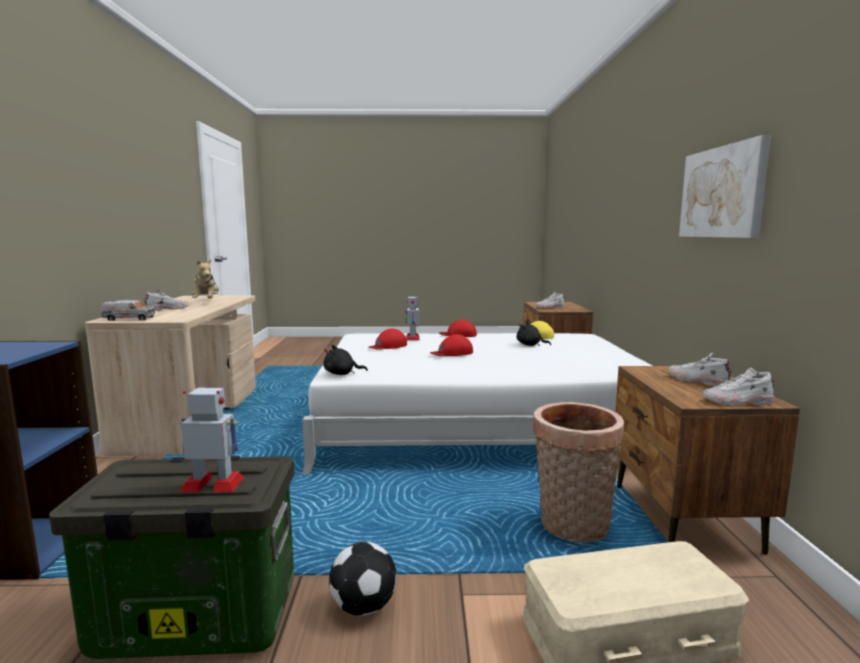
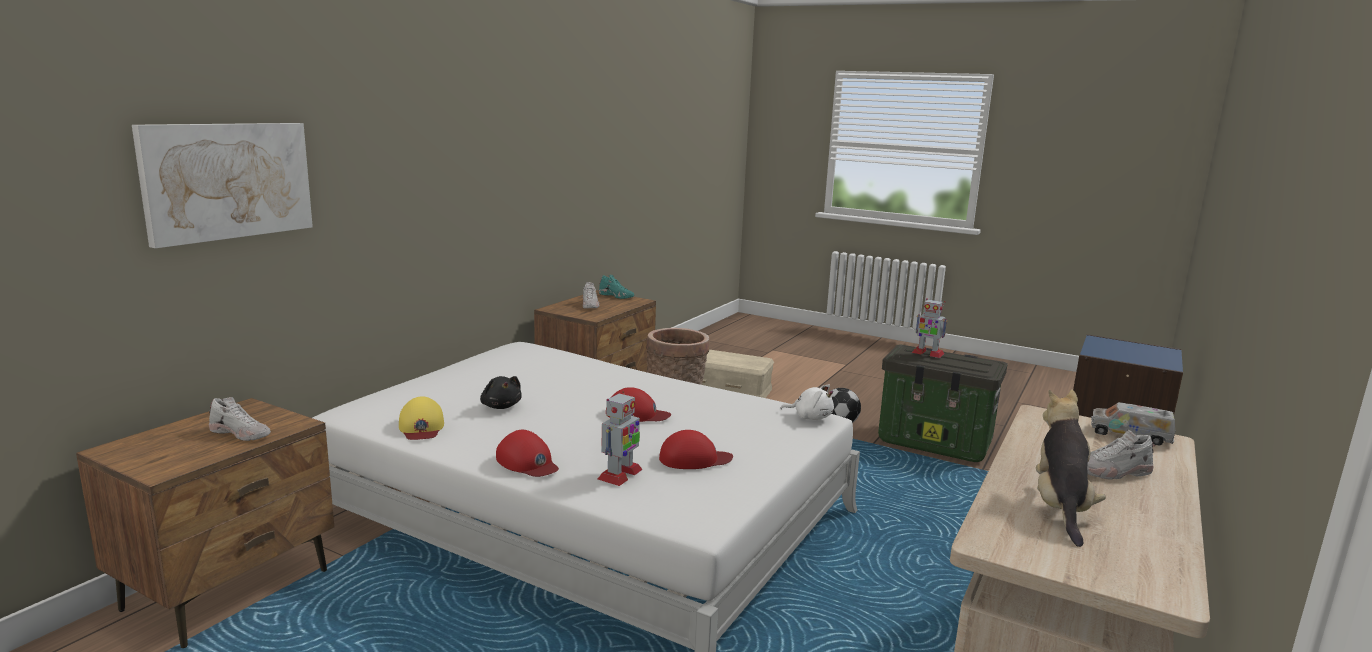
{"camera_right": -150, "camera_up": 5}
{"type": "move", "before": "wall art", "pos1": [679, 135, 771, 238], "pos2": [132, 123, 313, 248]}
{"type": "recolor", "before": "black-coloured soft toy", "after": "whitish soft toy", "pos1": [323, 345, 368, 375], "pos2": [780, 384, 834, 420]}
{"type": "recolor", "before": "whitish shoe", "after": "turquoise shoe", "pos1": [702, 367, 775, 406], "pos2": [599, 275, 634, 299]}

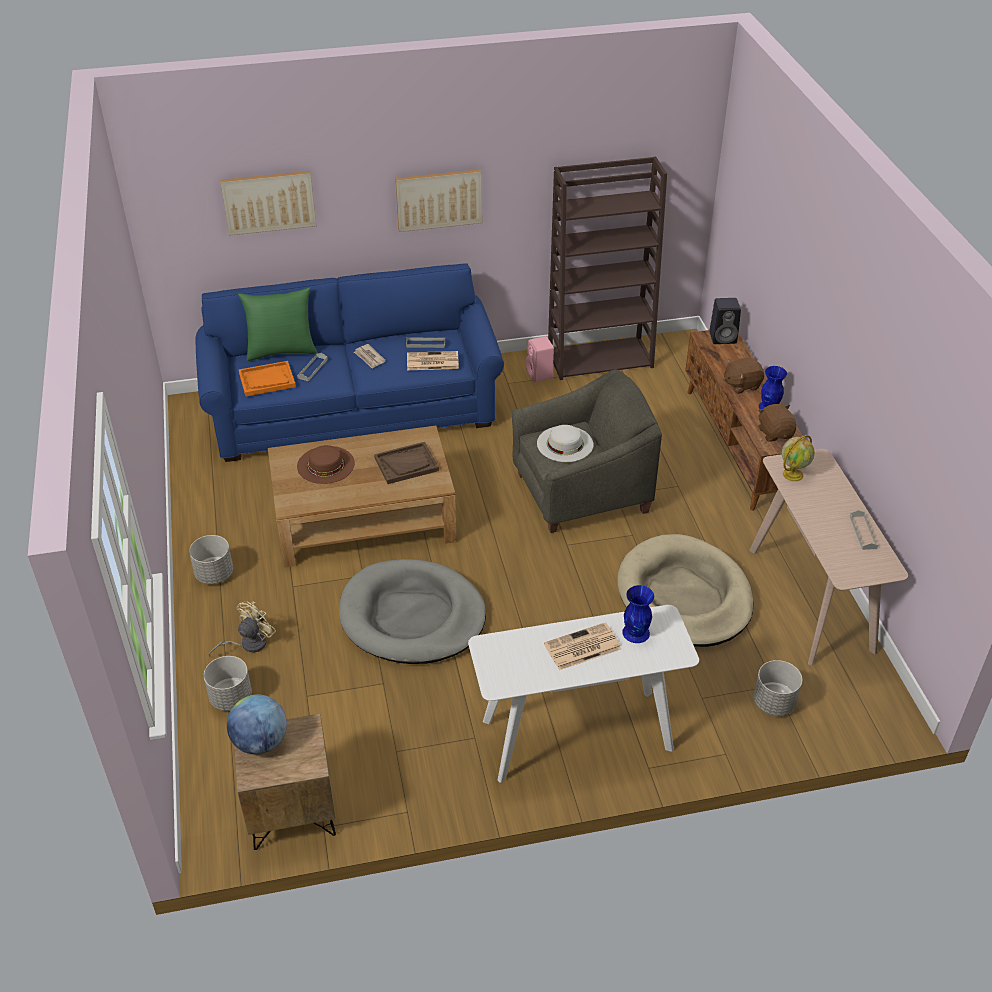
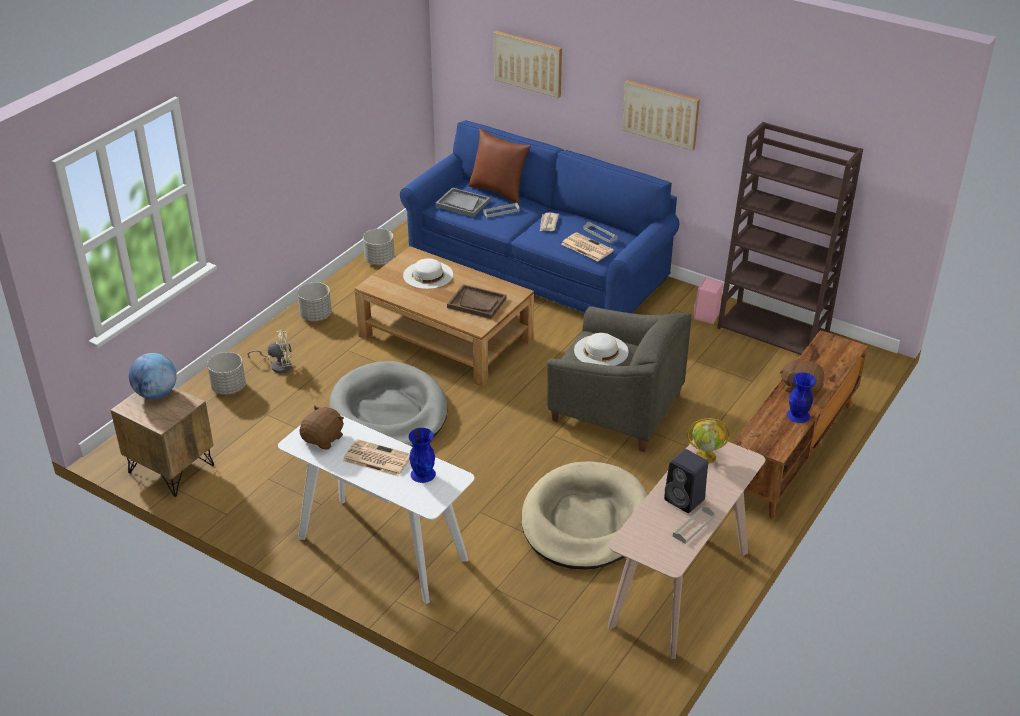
{"camera_right": 45, "camera_up": -5}
{"type": "recolor", "before": "green throw pillow", "after": "brownish throw pillow", "pos1": [238, 287, 318, 361], "pos2": [468, 128, 531, 204]}
{"type": "move", "before": "black-coloured loudspeaker", "pos1": [709, 298, 741, 344], "pos2": [664, 449, 708, 513]}
{"type": "recolor", "before": "orange-coloured carrying tray", "after": "gray carrying tray", "pos1": [239, 361, 296, 397], "pos2": [435, 188, 490, 217]}
{"type": "move", "before": "brownish soft toy", "pos1": [758, 404, 796, 441], "pos2": [299, 405, 344, 450]}
{"type": "recolor", "before": "brownish clothing hat", "after": "whitish clothing hat", "pos1": [297, 445, 355, 484], "pos2": [403, 258, 453, 289]}
{"type": "move", "before": "gray plant pot", "pos1": [754, 660, 802, 716], "pos2": [363, 229, 395, 265]}

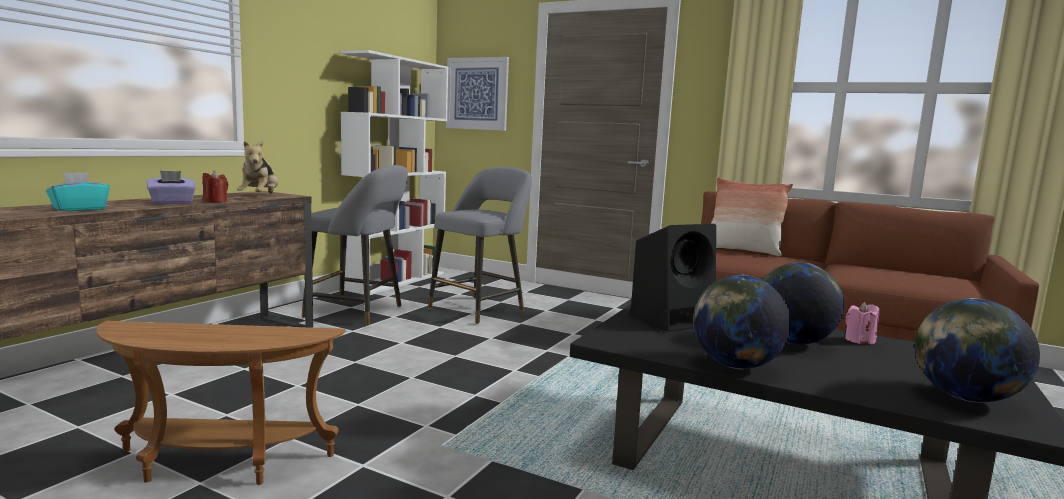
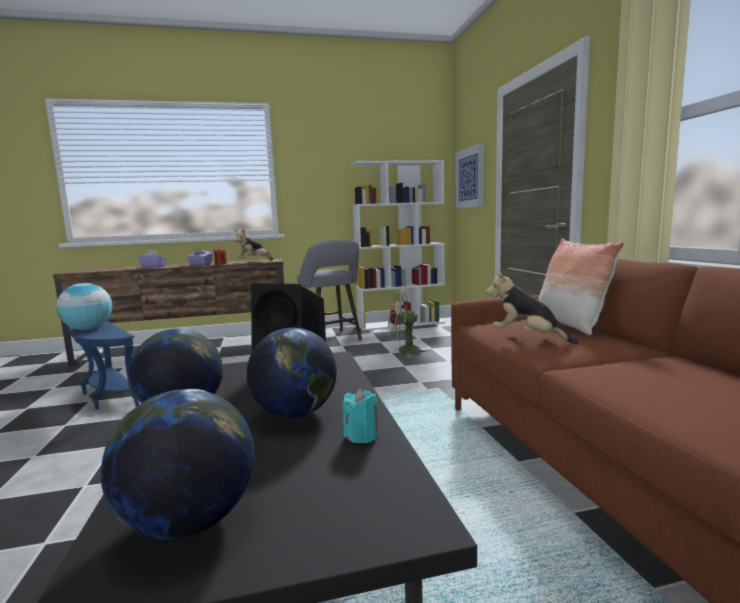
{"camera_right": 50, "camera_up": 0}
{"type": "replace", "before": "gray stool", "after": "green cooling fan", "pos1": [428, 167, 532, 324], "pos2": [388, 292, 427, 356]}
{"type": "recolor", "before": "turquoise box of tissues", "after": "purple box of tissues", "pos1": [46, 172, 110, 211], "pos2": [138, 250, 166, 268]}
{"type": "recolor", "before": "pink candle", "after": "turquoise candle", "pos1": [845, 302, 880, 344], "pos2": [342, 388, 378, 443]}
{"type": "recolor", "before": "brownish accent table", "after": "blue accent table", "pos1": [96, 321, 346, 485], "pos2": [68, 321, 139, 410]}
{"type": "insert", "after": "soft toy", "pos2": [486, 272, 579, 344]}
{"type": "insert", "after": "world globe", "pos2": [56, 283, 113, 330]}

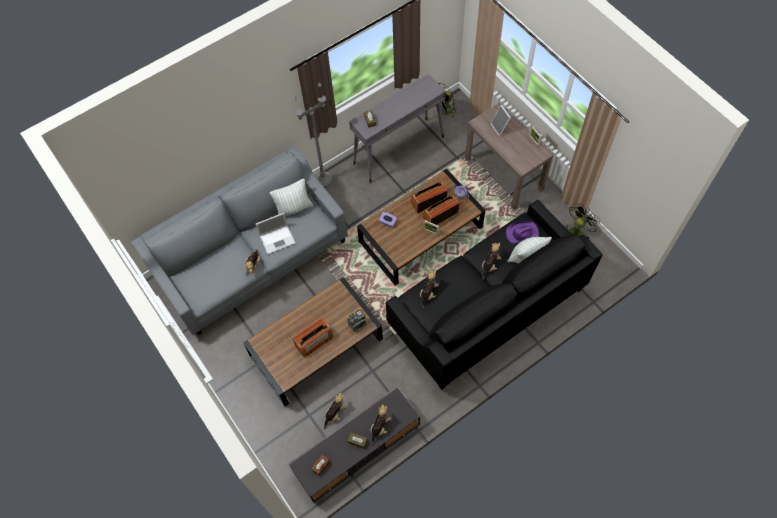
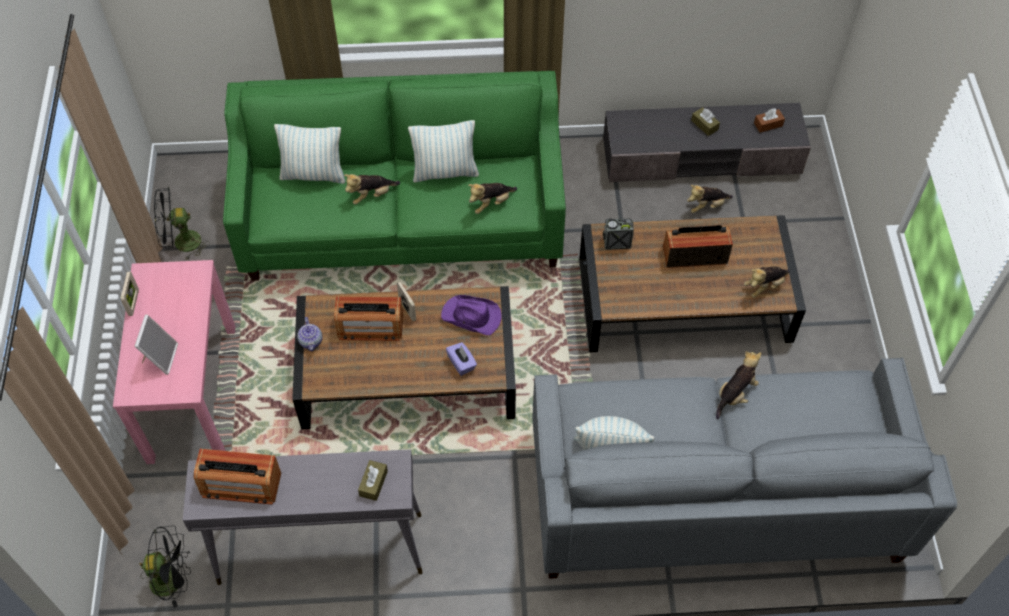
{"camera_right": -150, "camera_up": -5}
{"type": "delete", "before": "gray standing lamp", "pos1": [294, 82, 333, 188]}
{"type": "recolor", "before": "brownish narrow table", "after": "pink narrow table", "pos1": [465, 103, 553, 210], "pos2": [113, 260, 235, 464]}
{"type": "move", "before": "radio set", "pos1": [411, 182, 448, 213], "pos2": [194, 449, 281, 505]}
{"type": "recolor", "before": "black-coloured settee", "after": "green settee", "pos1": [386, 200, 602, 390], "pos2": [223, 71, 566, 281]}
{"type": "delete", "before": "portable computer", "pos1": [256, 213, 295, 254]}
{"type": "move", "before": "purple clothing hat", "pos1": [506, 221, 539, 244], "pos2": [441, 295, 502, 335]}
{"type": "move", "before": "soft toy", "pos1": [371, 405, 391, 446], "pos2": [744, 266, 790, 298]}
{"type": "insert", "after": "throw pillow", "pos2": [408, 120, 479, 183]}

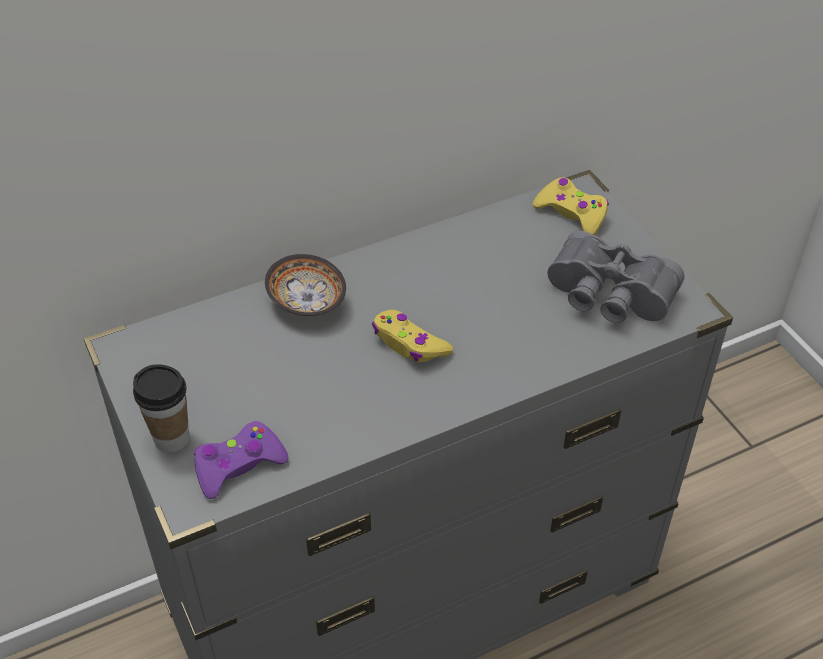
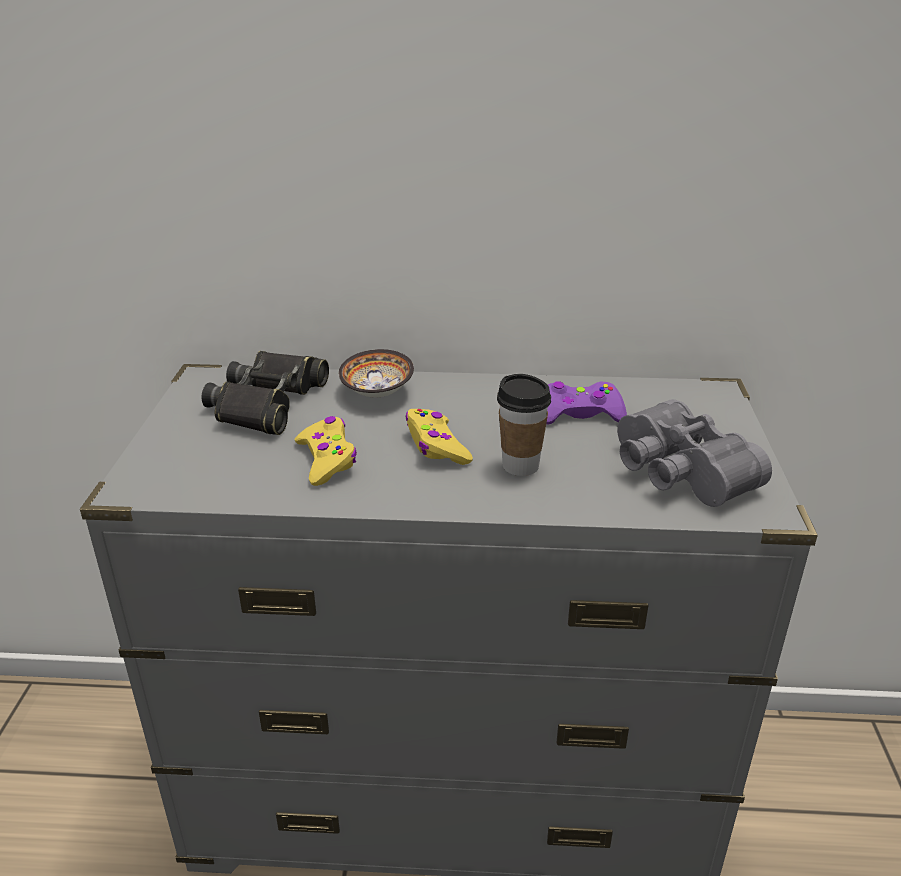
{"camera_right": 30, "camera_up": -15}
{"type": "move", "before": "yellow joypad", "pos1": [533, 177, 609, 235], "pos2": [295, 416, 357, 486]}
{"type": "move", "before": "cup", "pos1": [133, 364, 189, 452], "pos2": [497, 374, 551, 476]}
{"type": "move", "before": "purple joypad", "pos1": [194, 421, 289, 499], "pos2": [546, 381, 627, 424]}
{"type": "insert", "after": "black-coloured binoculars", "pos2": [202, 351, 329, 435]}

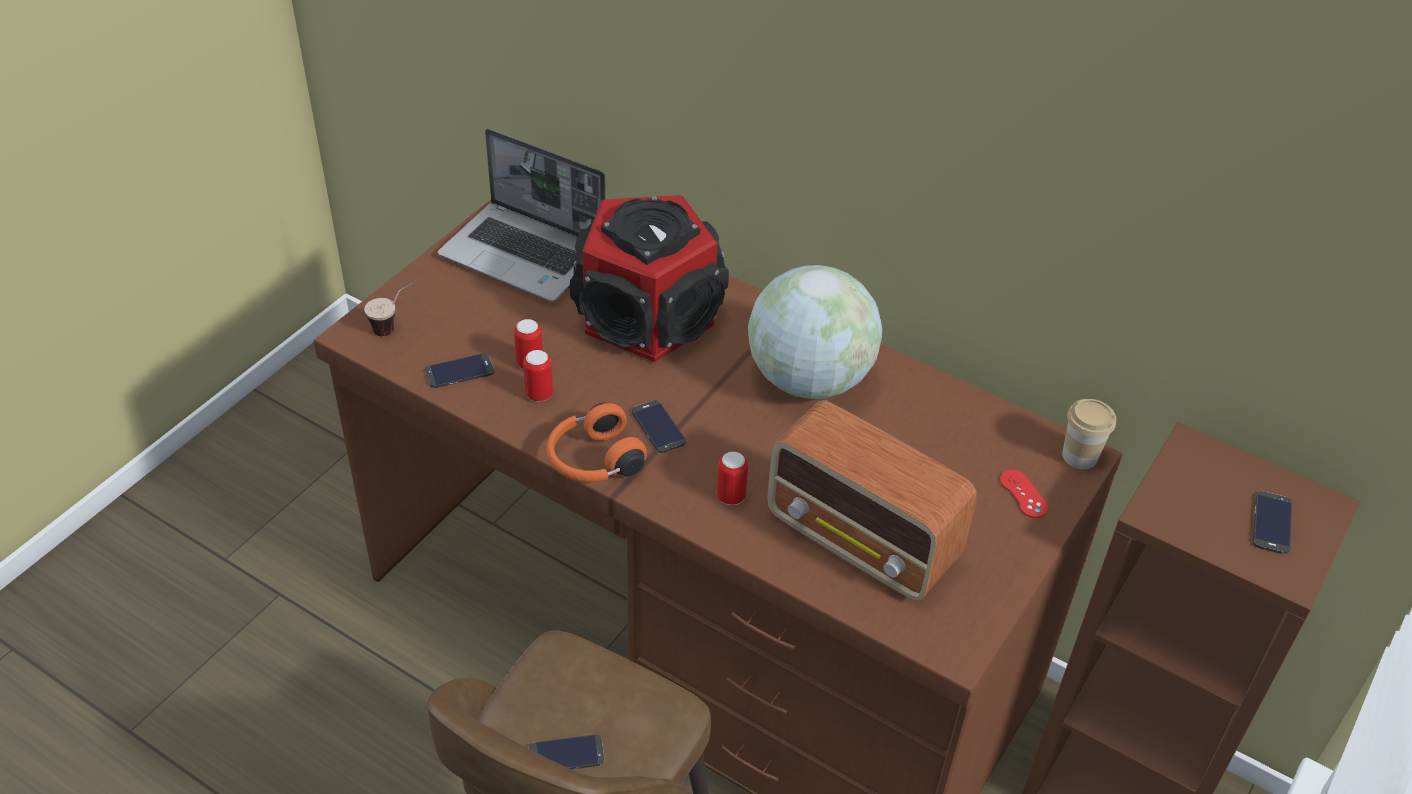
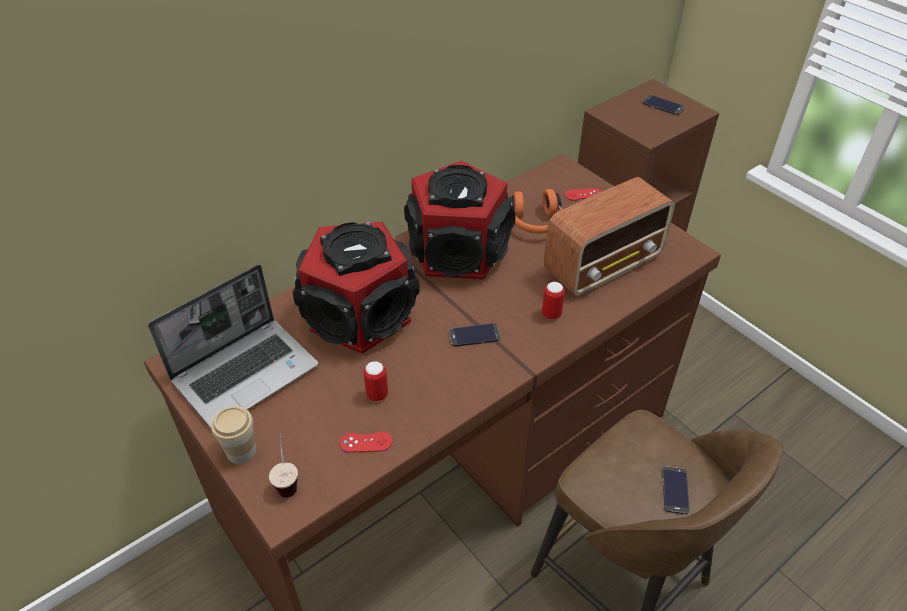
{"camera_right": -70, "camera_up": 0}
{"type": "replace", "before": "world globe", "after": "loudspeaker", "pos1": [748, 265, 882, 399], "pos2": [404, 161, 516, 279]}
{"type": "delete", "before": "can", "pos1": [523, 350, 553, 402]}
{"type": "replace", "before": "phone", "after": "red joypad", "pos1": [425, 353, 494, 388], "pos2": [340, 432, 392, 453]}
{"type": "move", "before": "cup", "pos1": [1062, 399, 1116, 469], "pos2": [211, 406, 256, 464]}
{"type": "move", "before": "orange-coloured headphones", "pos1": [546, 403, 647, 482], "pos2": [508, 189, 563, 234]}

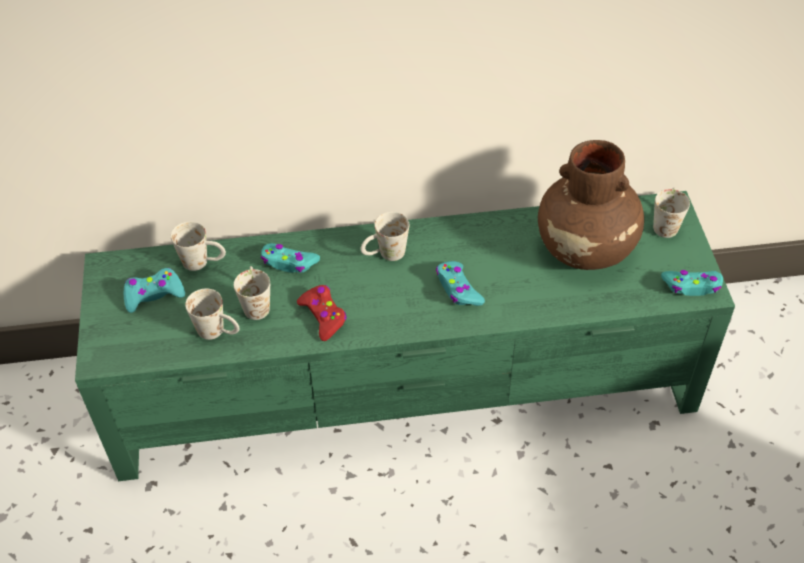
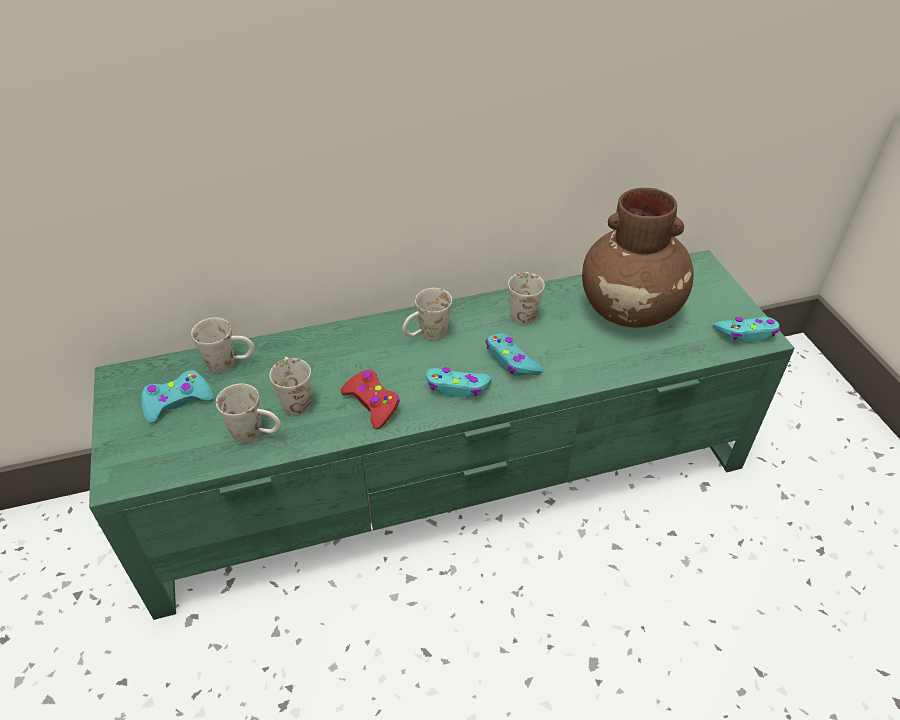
{"camera_right": -10, "camera_up": -5}
{"type": "move", "before": "whitish tea mug", "pos1": [653, 187, 690, 238], "pos2": [508, 272, 545, 325]}
{"type": "move", "before": "turquoise joypad", "pos1": [261, 243, 320, 273], "pos2": [426, 367, 492, 398]}

